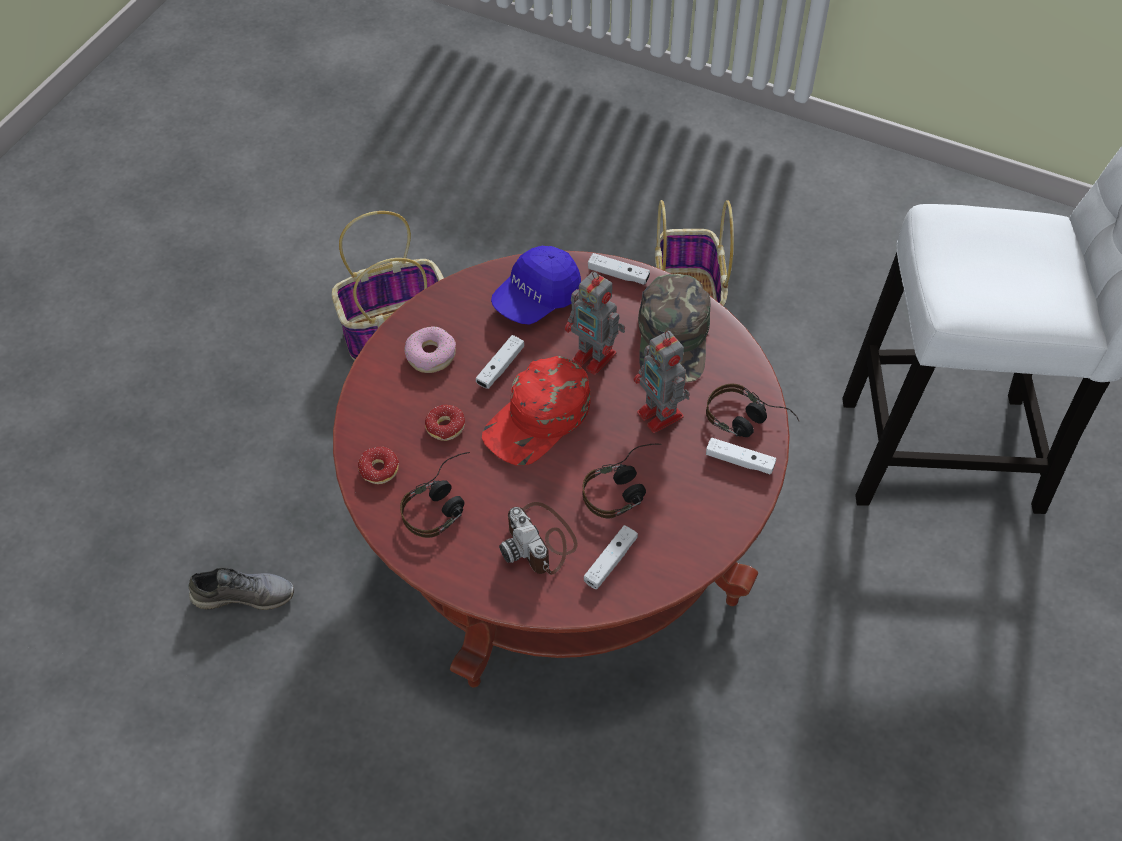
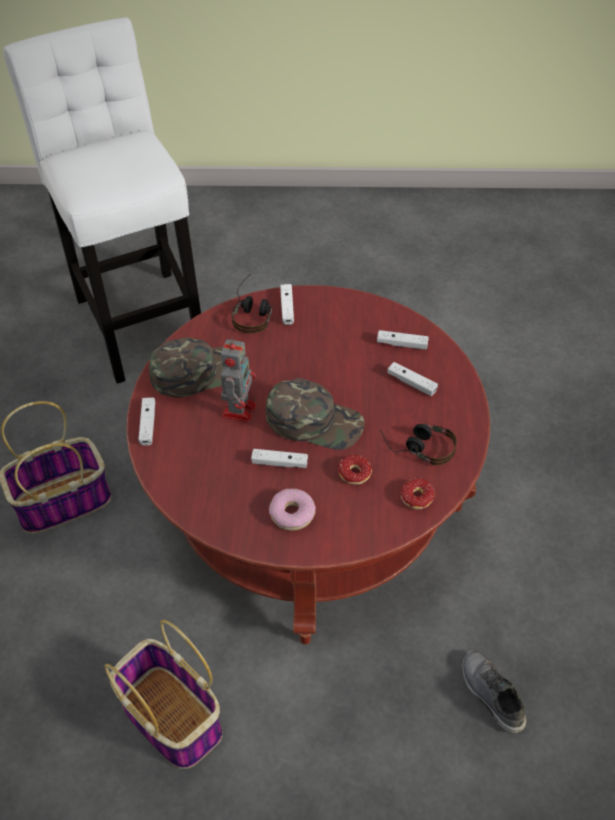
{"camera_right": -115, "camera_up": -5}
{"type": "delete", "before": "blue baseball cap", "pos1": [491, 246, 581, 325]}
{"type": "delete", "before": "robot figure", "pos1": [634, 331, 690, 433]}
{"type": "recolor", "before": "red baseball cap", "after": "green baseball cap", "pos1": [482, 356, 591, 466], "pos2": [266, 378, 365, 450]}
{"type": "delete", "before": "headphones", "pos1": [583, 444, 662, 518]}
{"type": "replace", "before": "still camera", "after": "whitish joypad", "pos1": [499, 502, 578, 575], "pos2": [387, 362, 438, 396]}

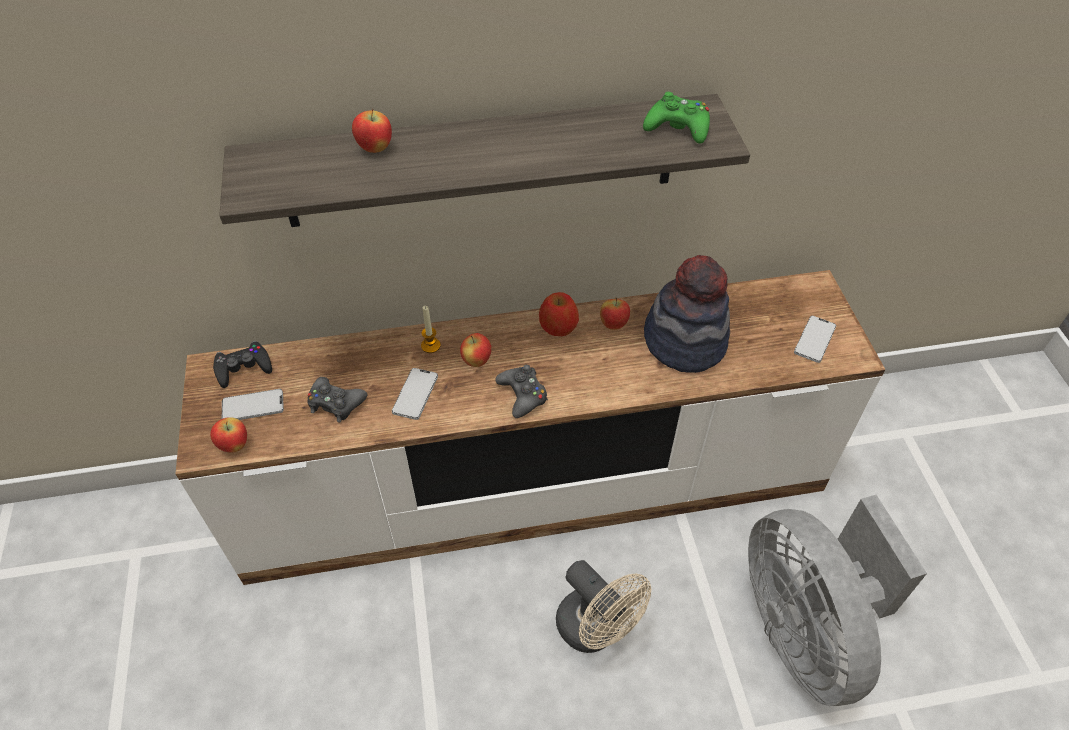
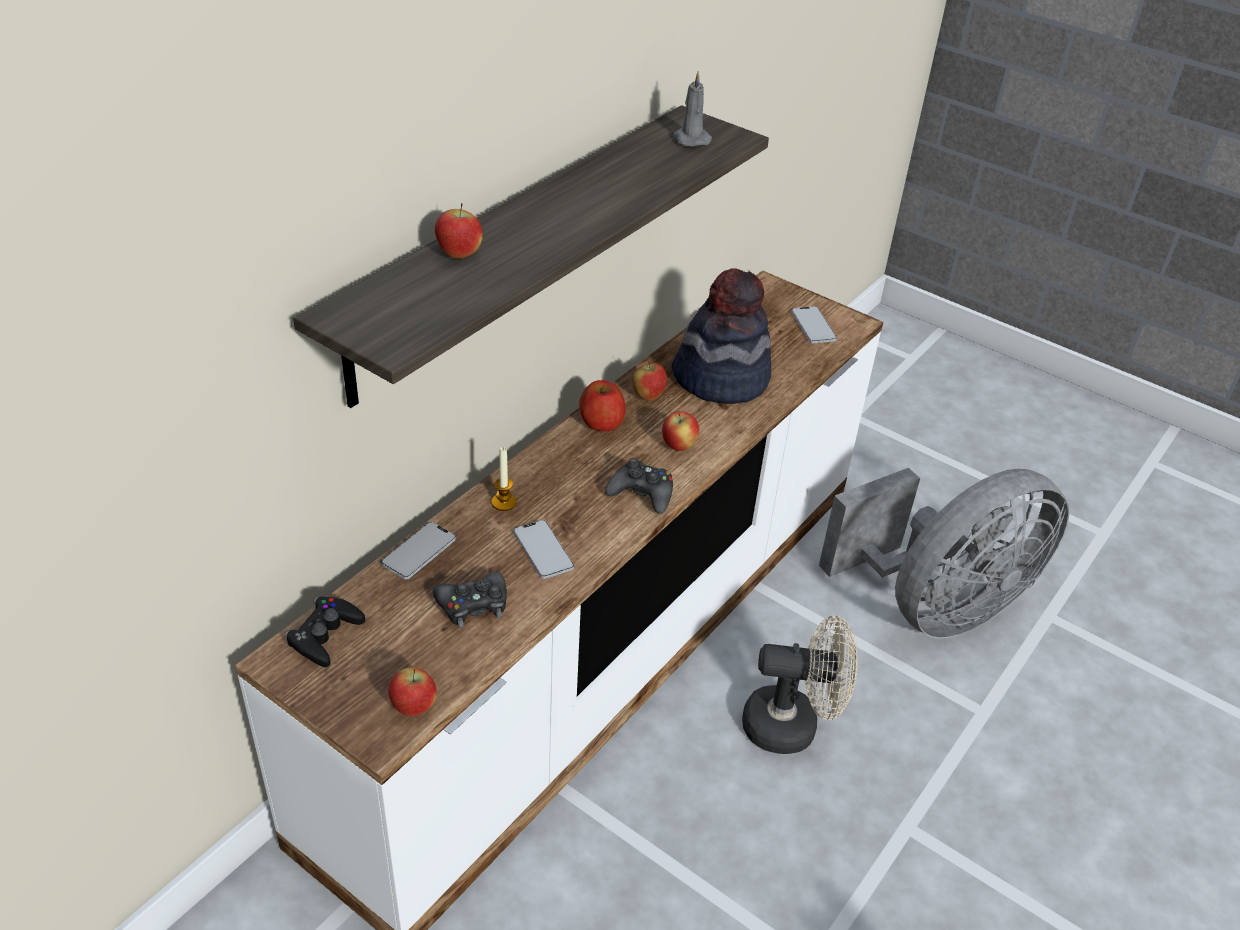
{"camera_right": -45, "camera_up": -10}
{"type": "replace", "before": "green joypad", "after": "gray candle", "pos1": [643, 92, 710, 144], "pos2": [673, 71, 712, 147]}
{"type": "move", "before": "apple", "pos1": [460, 333, 492, 367], "pos2": [662, 411, 699, 451]}
{"type": "move", "before": "phone", "pos1": [222, 389, 284, 420], "pos2": [381, 522, 456, 580]}
{"type": "rotate", "before": "gray cooling fan", "pos1": [748, 495, 927, 706], "pos2": [819, 468, 1069, 639], "turn": -60}

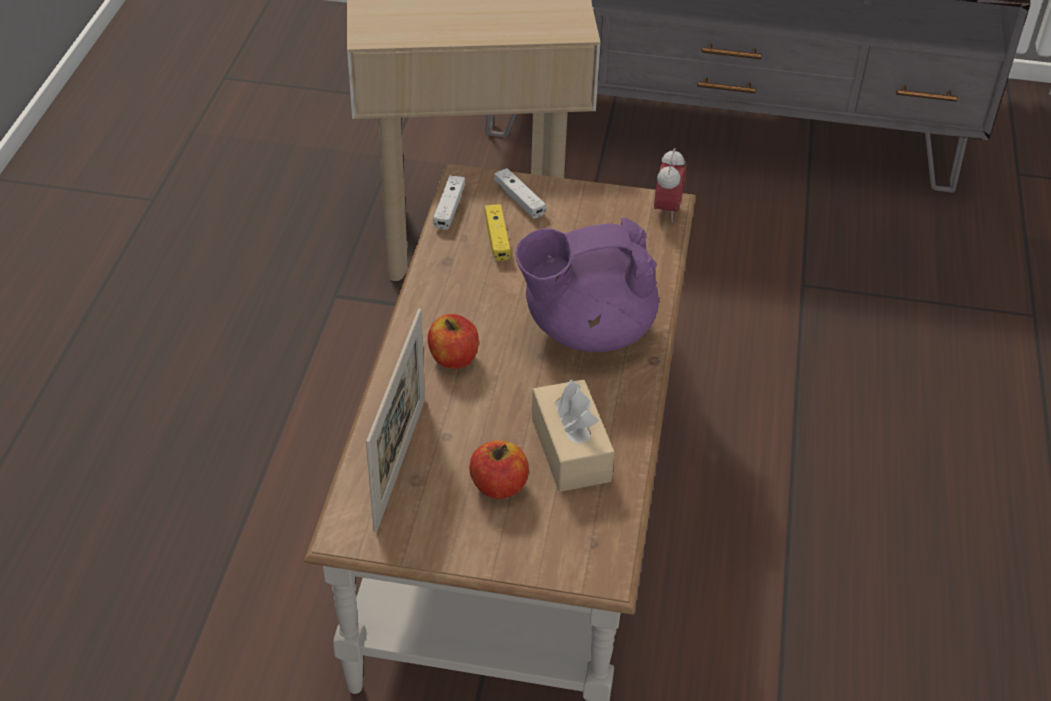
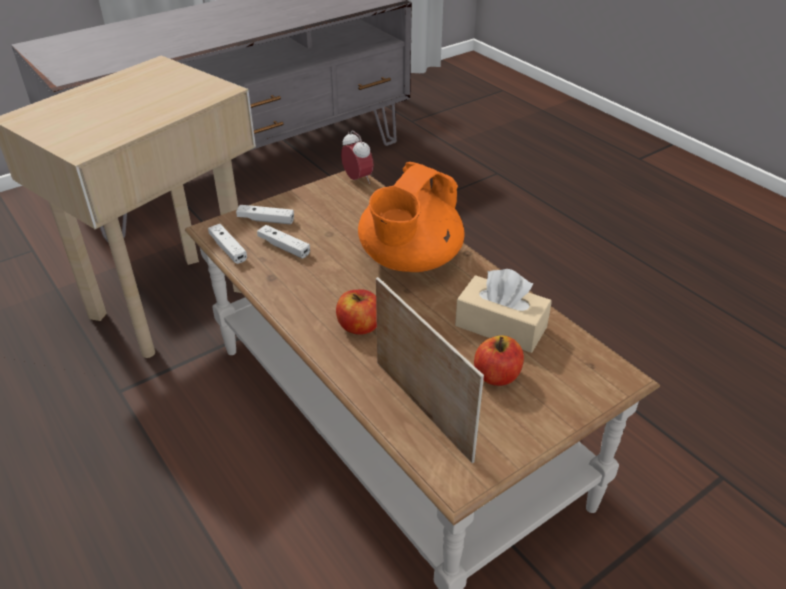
{"camera_right": -45, "camera_up": -5}
{"type": "recolor", "before": "yellow joypad", "after": "whitish joypad", "pos1": [485, 204, 511, 261], "pos2": [257, 225, 310, 258]}
{"type": "recolor", "before": "purple pot for tea", "after": "orange-coloured pot for tea", "pos1": [515, 217, 659, 352], "pos2": [358, 162, 464, 272]}

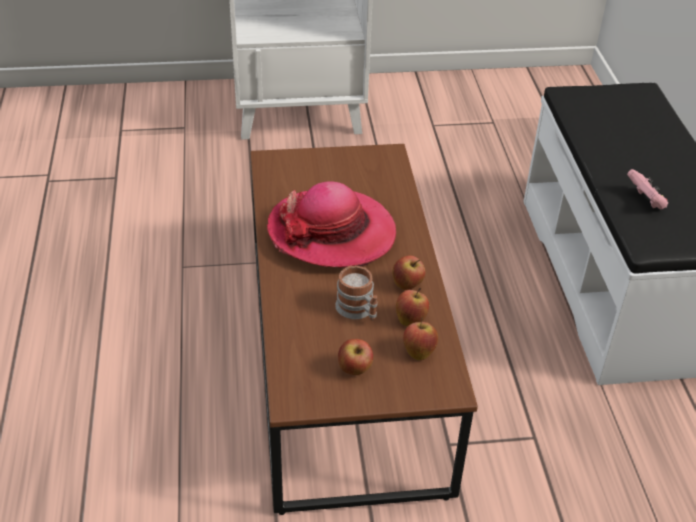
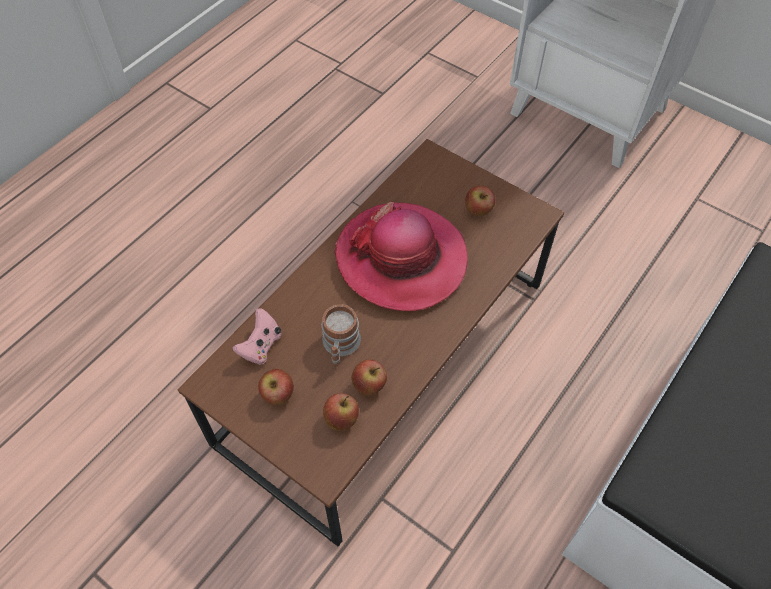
{"camera_right": 45, "camera_up": 15}
{"type": "move", "before": "pink joypad", "pos1": [627, 169, 668, 209], "pos2": [232, 308, 281, 365]}
{"type": "move", "before": "apple", "pos1": [392, 255, 425, 290], "pos2": [465, 186, 495, 216]}

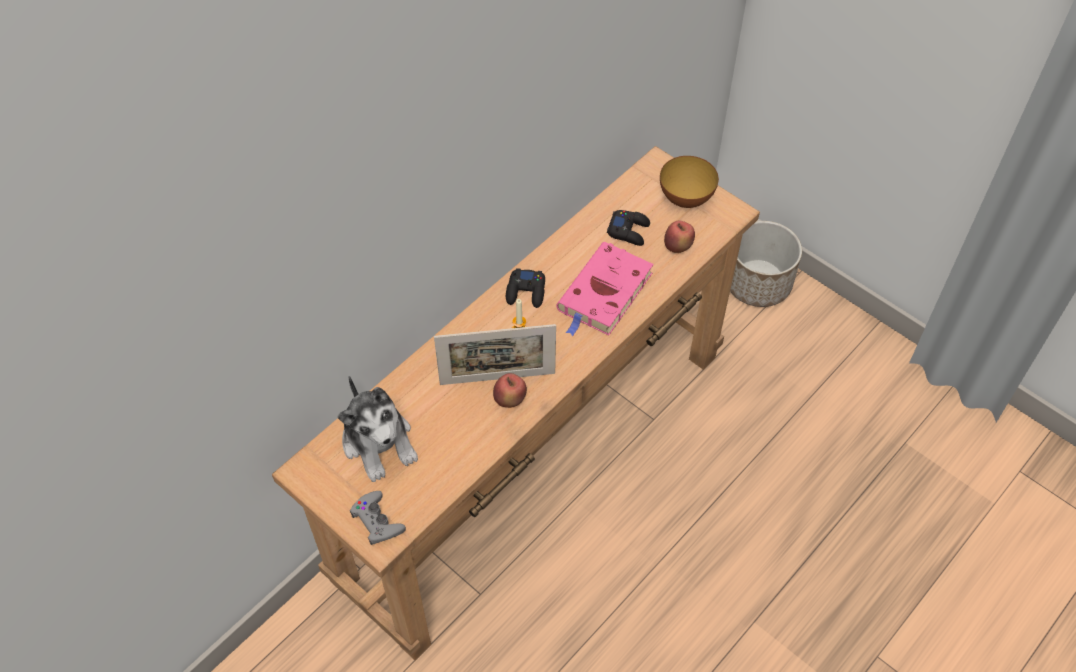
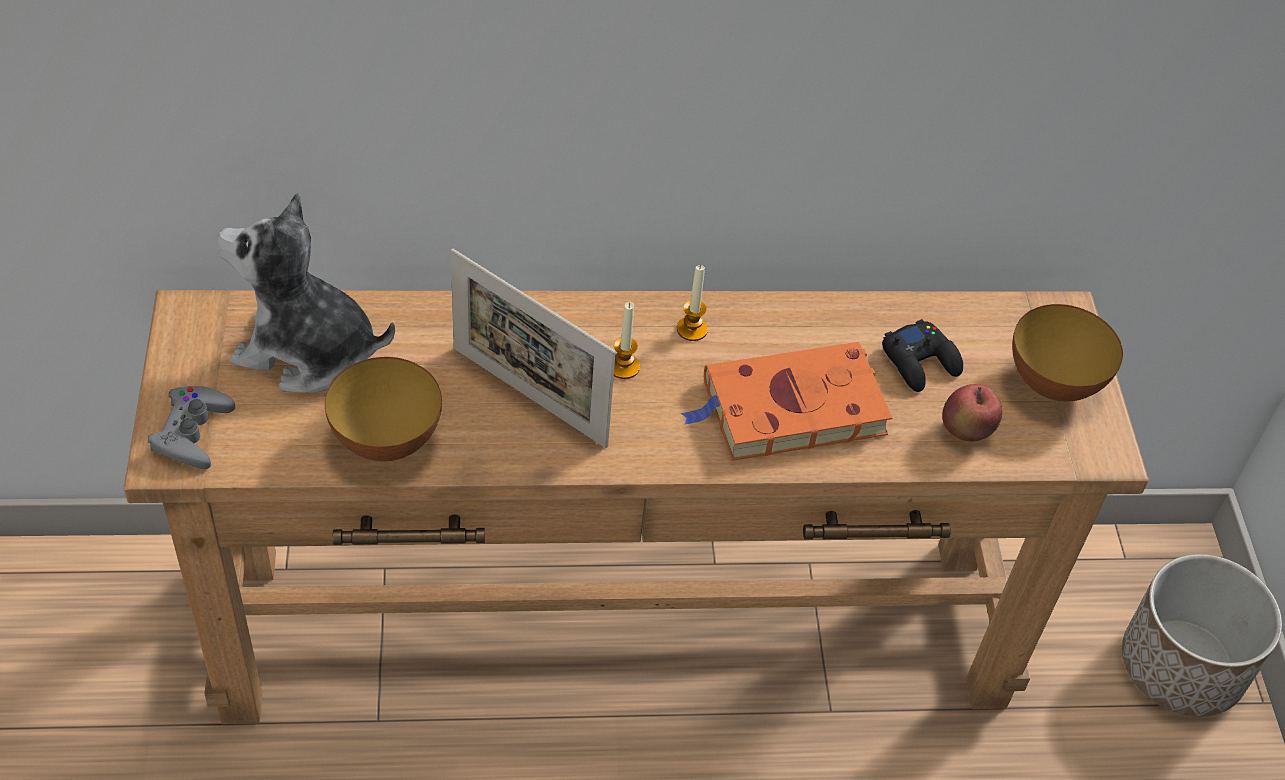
{"camera_right": 40, "camera_up": -5}
{"type": "recolor", "before": "pink bound book", "after": "orange-coloured bound book", "pos1": [557, 242, 654, 337], "pos2": [681, 342, 892, 461]}
{"type": "replace", "before": "black-coloured joypad", "after": "candle", "pos1": [506, 268, 545, 308], "pos2": [677, 265, 708, 341]}
{"type": "delete", "before": "apple", "pos1": [493, 373, 527, 408]}
{"type": "rotate", "before": "soft toy", "pos1": [337, 376, 418, 482], "pos2": [216, 193, 395, 392], "turn": 90}
{"type": "insert", "after": "bowl", "pos2": [325, 357, 442, 461]}

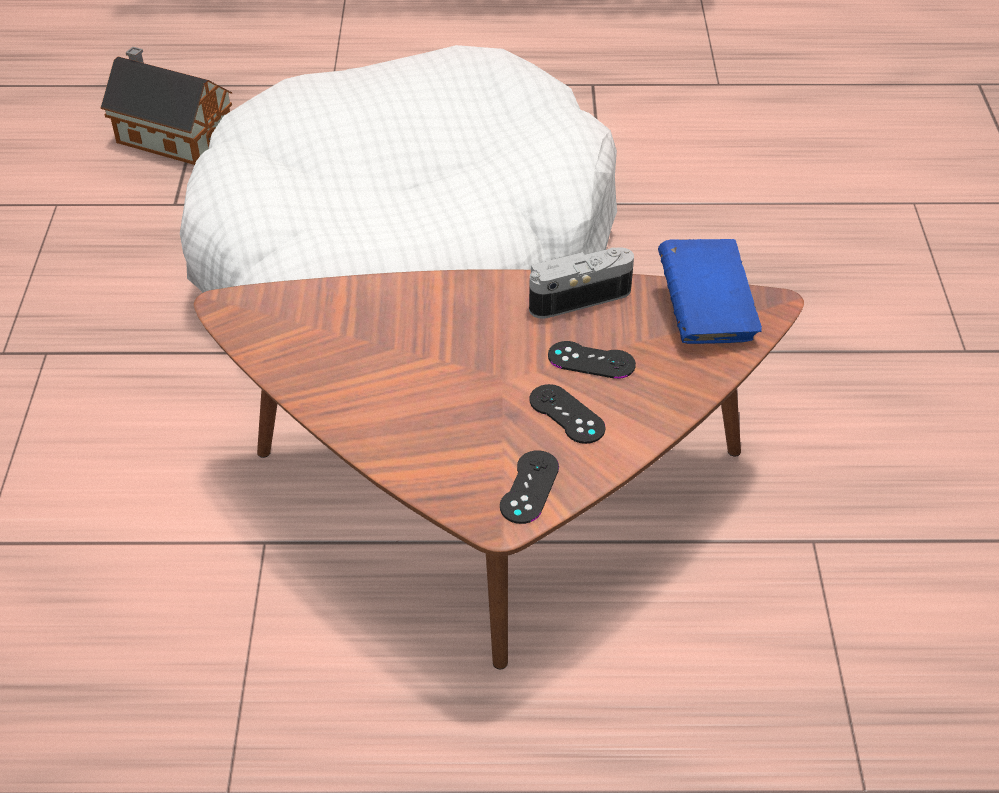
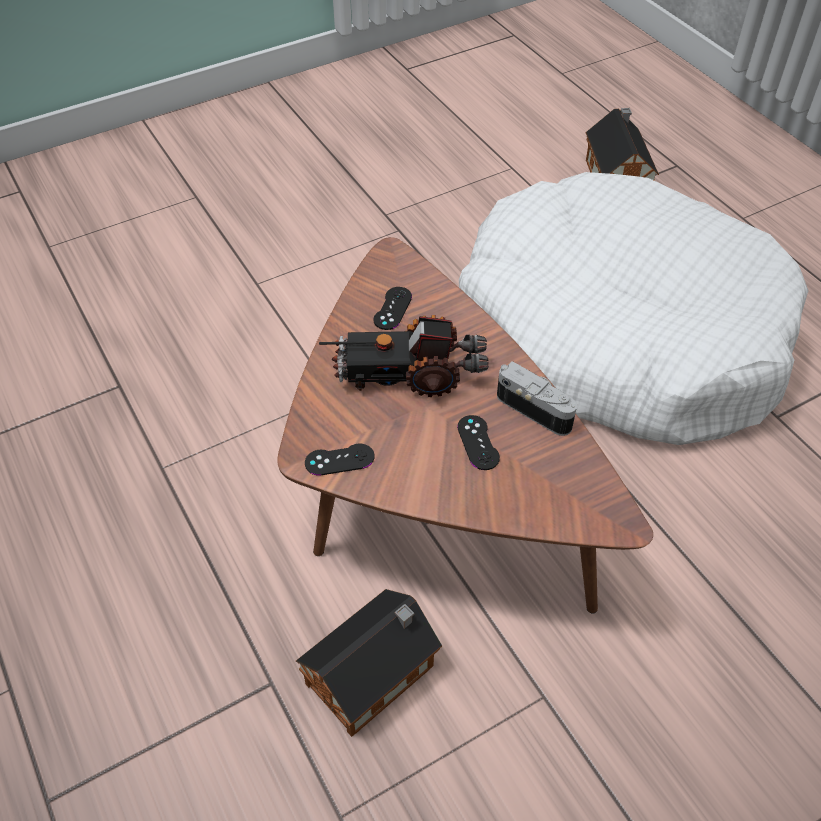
{"camera_right": 60, "camera_up": 5}
{"type": "delete", "before": "blue bound book", "pos1": [658, 239, 762, 344]}
{"type": "move", "before": "black-coloured joypad", "pos1": [529, 384, 606, 444], "pos2": [374, 287, 412, 330]}
{"type": "insert", "after": "toy lorry", "pos2": [319, 315, 489, 397]}
{"type": "insert", "after": "miniature house", "pos2": [296, 589, 442, 737]}

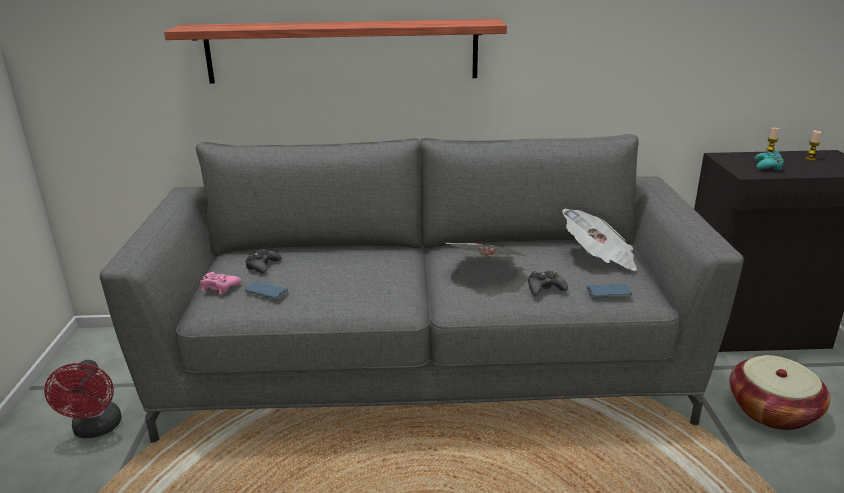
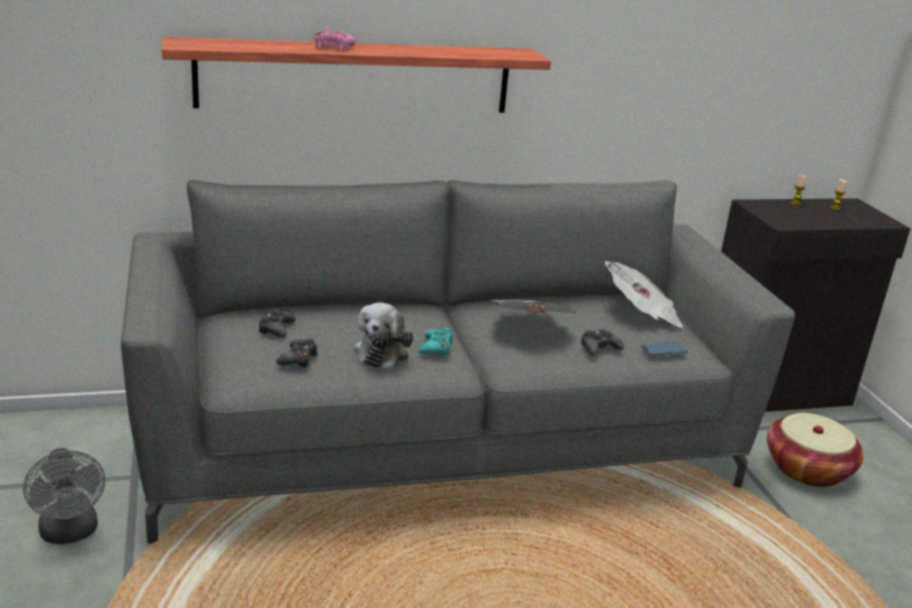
{"camera_right": -15, "camera_up": 0}
{"type": "move", "before": "turquoise joypad", "pos1": [754, 150, 784, 171], "pos2": [419, 328, 453, 356]}
{"type": "move", "before": "pink joypad", "pos1": [200, 272, 241, 294], "pos2": [314, 29, 356, 51]}
{"type": "replace", "before": "phone", "after": "black-coloured joypad", "pos1": [245, 281, 288, 300], "pos2": [276, 338, 318, 368]}
{"type": "recolor", "before": "red cooling fan", "after": "gray cooling fan", "pos1": [44, 360, 122, 438], "pos2": [23, 448, 106, 544]}
{"type": "insert", "after": "soft toy", "pos2": [354, 303, 413, 369]}

